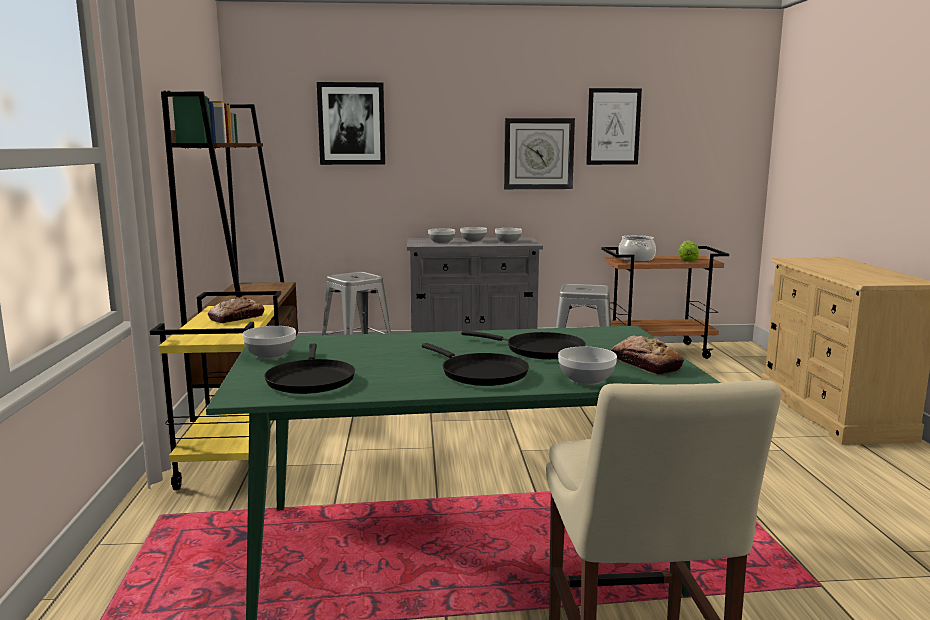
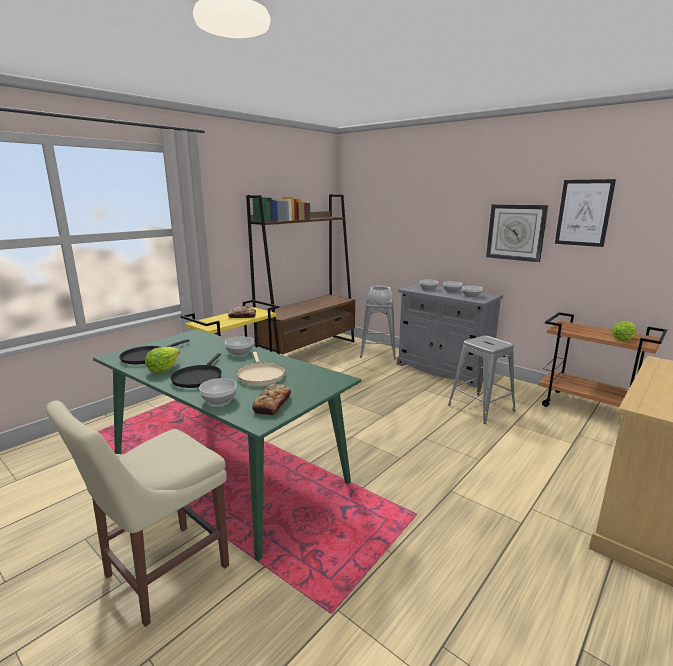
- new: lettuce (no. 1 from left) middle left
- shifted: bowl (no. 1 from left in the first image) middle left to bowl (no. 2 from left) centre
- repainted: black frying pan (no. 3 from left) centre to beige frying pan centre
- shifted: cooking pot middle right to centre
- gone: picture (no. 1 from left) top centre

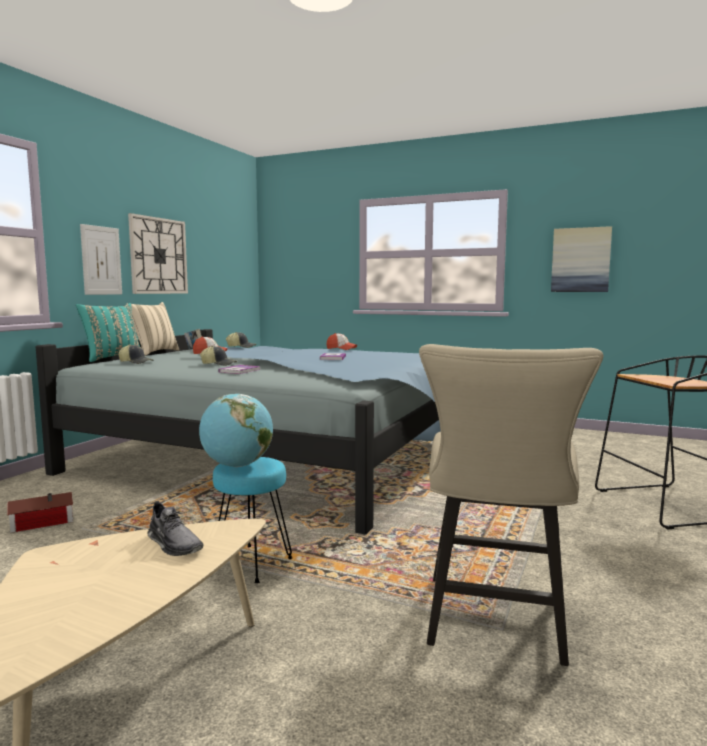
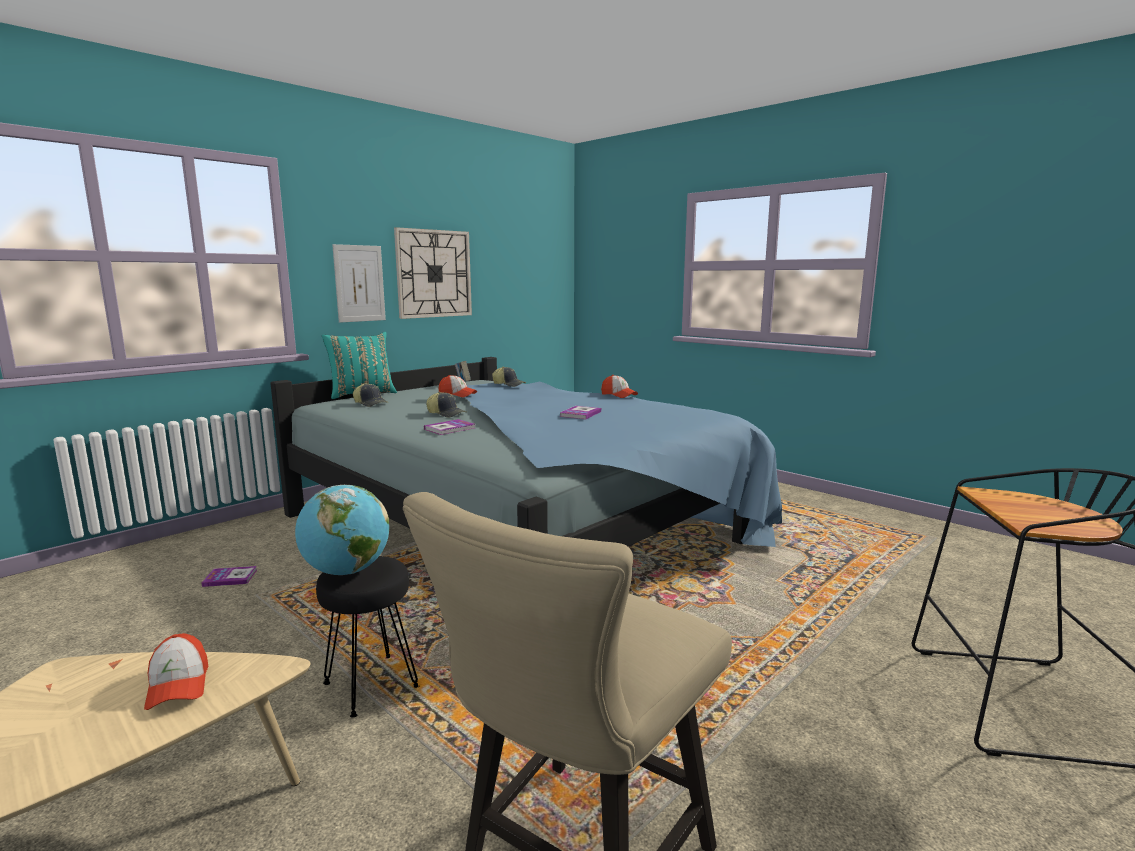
- swapped: grey shoe bottom left to cap (no. 1 from left) bottom left
- swapped: toy house bottom left to book (no. 1 from left) bottom left
- repainted: turquoise stool bottom centre to black stool (no. 1 from left) bottom left
- gone: beige pillow middle left
- gone: picture (no. 2 from left) middle right

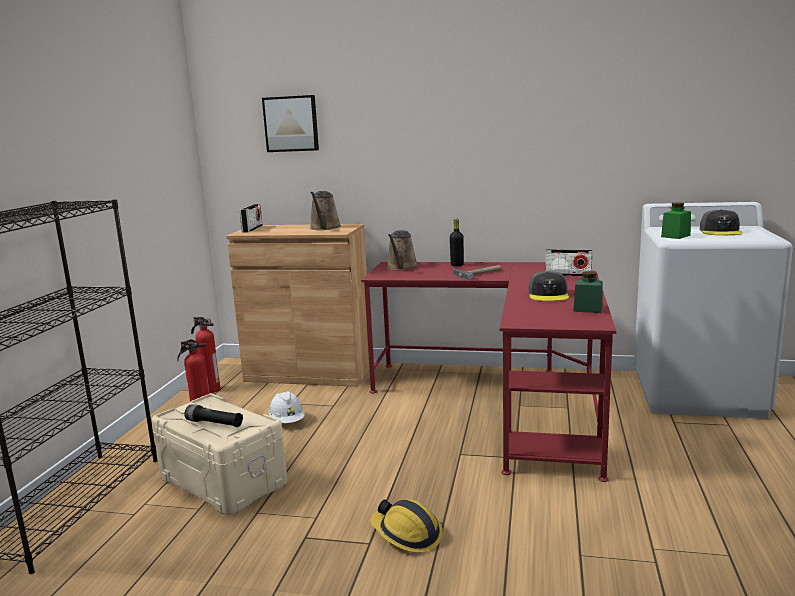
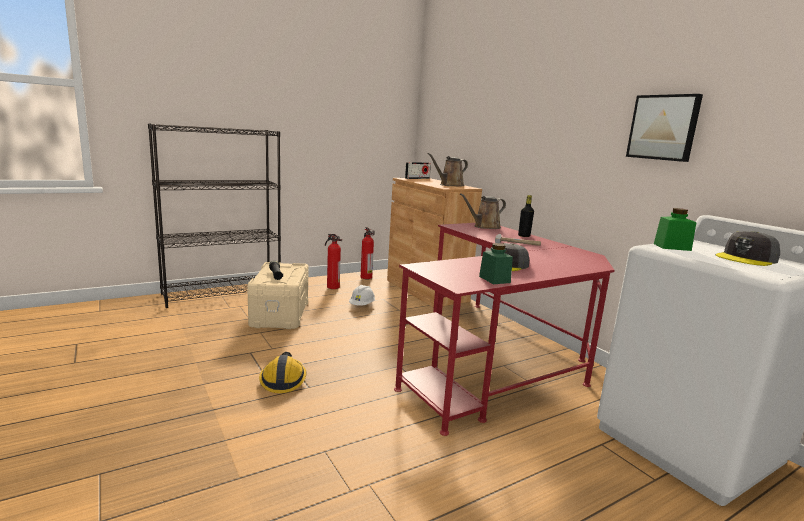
- shifted: picture top centre to top right
- gone: radio (no. 2 from left) middle right

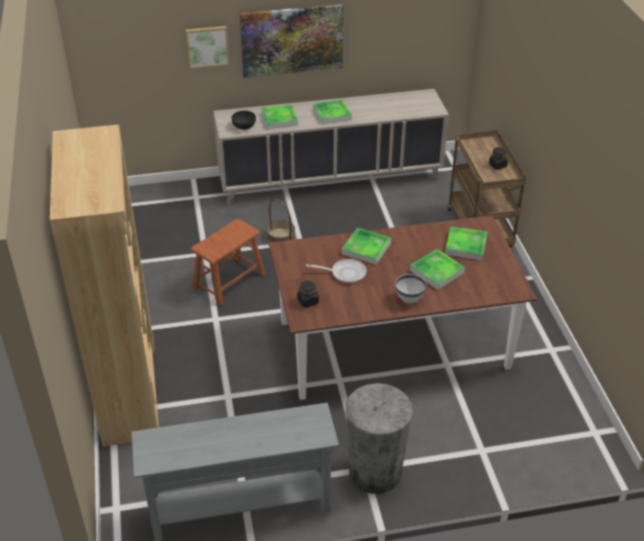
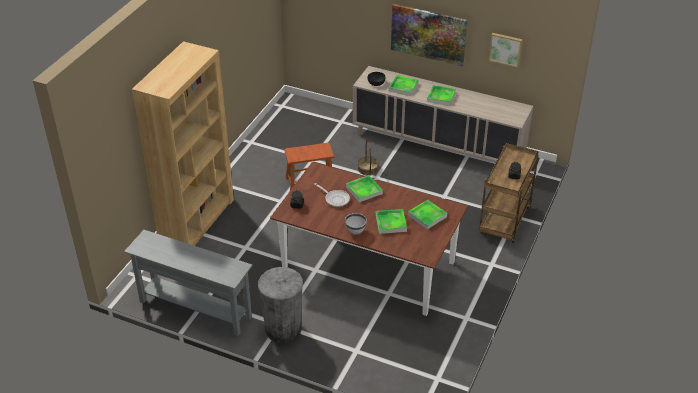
- shifted: picture (no. 1 from left in the first image) top left to picture (no. 2 from left) top right

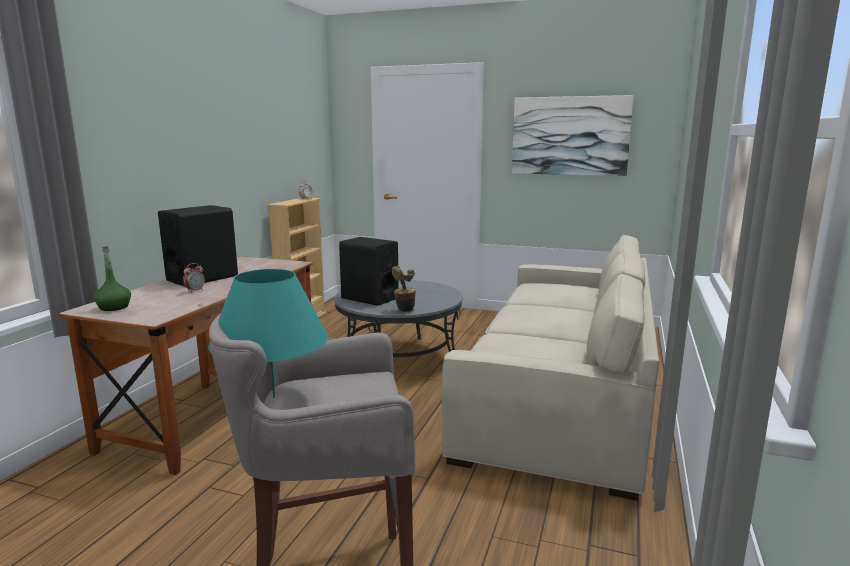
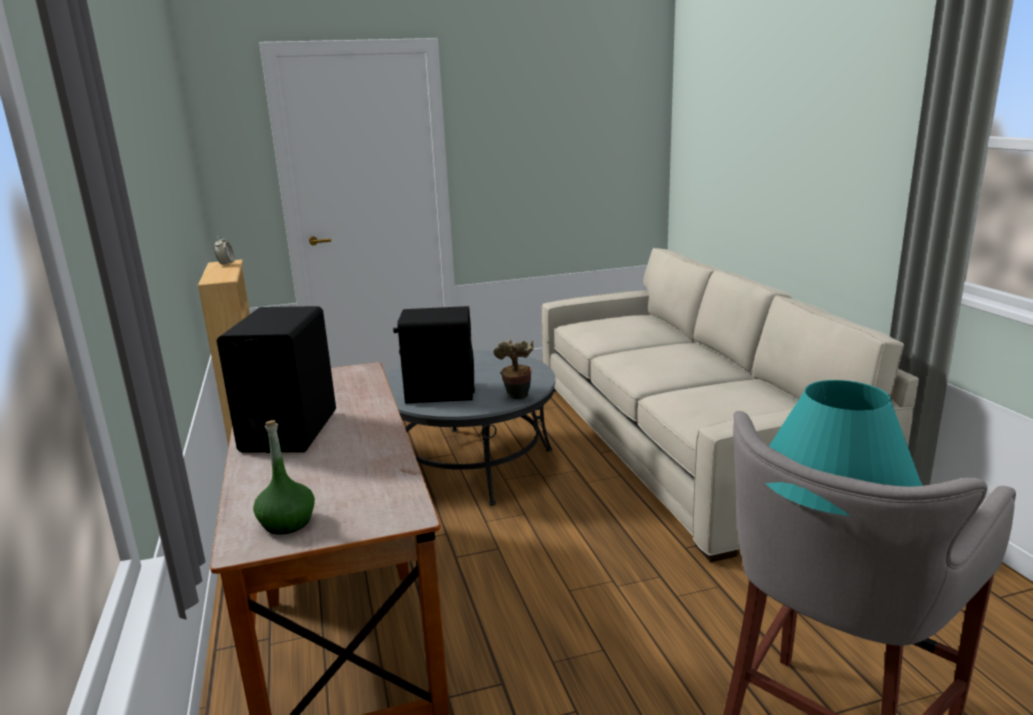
- gone: alarm clock (no. 1 from left) middle left
- gone: picture top right

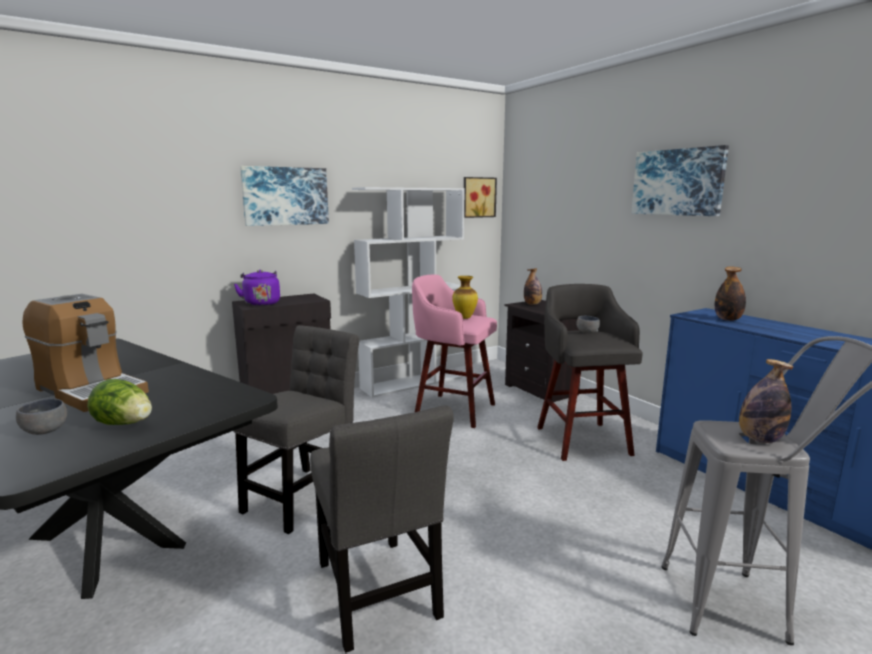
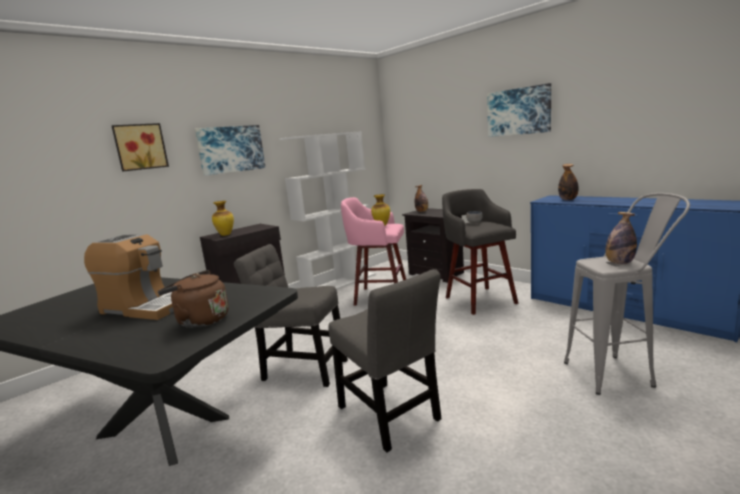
- shifted: picture (no. 2 from left in the first image) top centre to picture (no. 1 from left) top left
- swapped: lettuce middle left to brown kettle middle left
- swapped: purple kettle middle left to vase (no. 1 from left) middle left
- rotated: grey chair (no. 1 from left) centre = centre 90 degrees counterclockwise
- gone: grey bowl (no. 1 from left) middle left

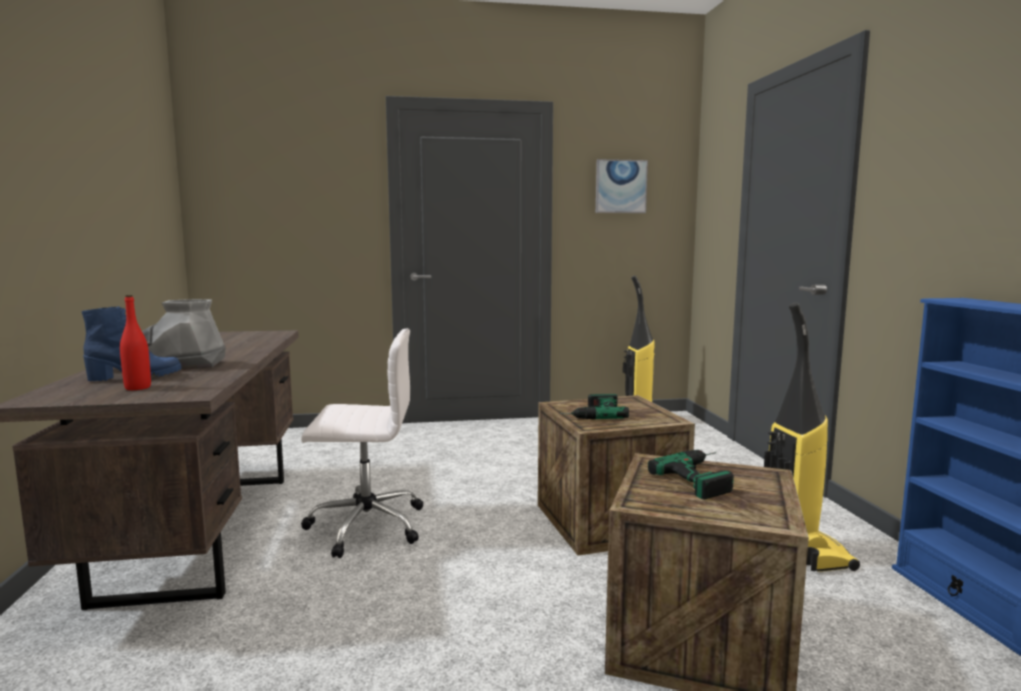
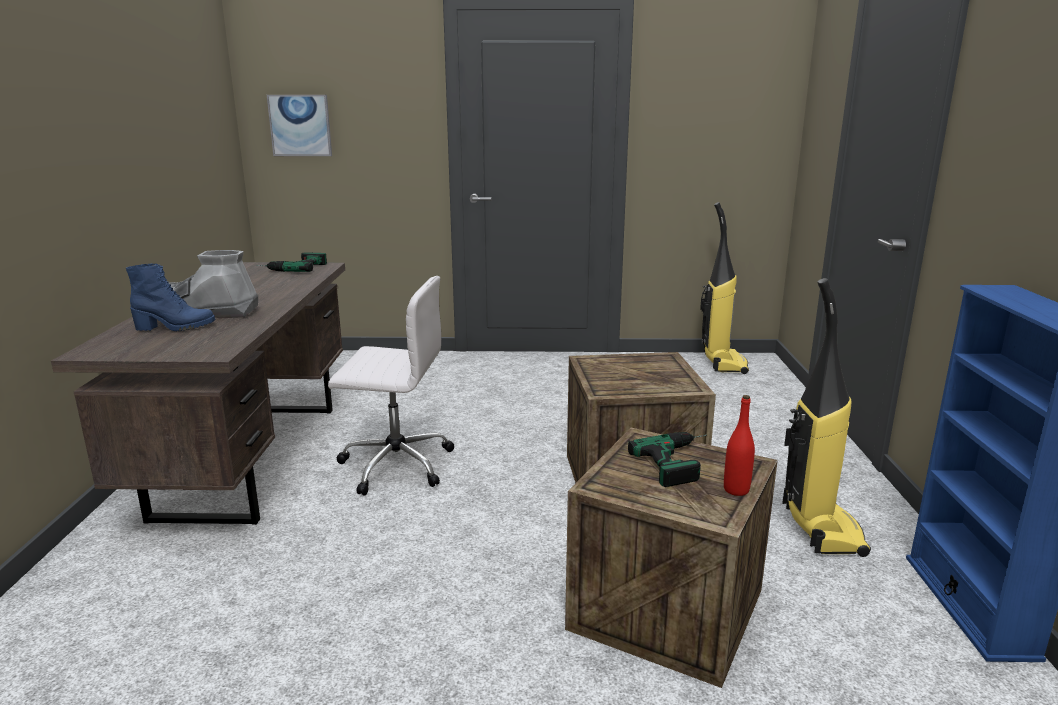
- shifted: power drill (no. 1 from left) centre to middle left
- shifted: picture top centre to top left
- shifted: red bottle middle left to middle right

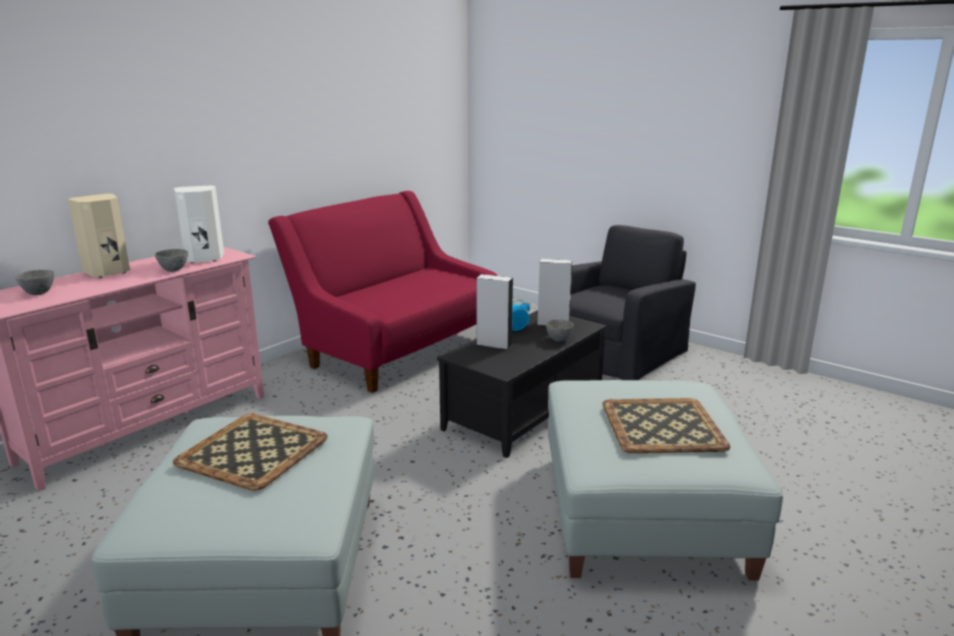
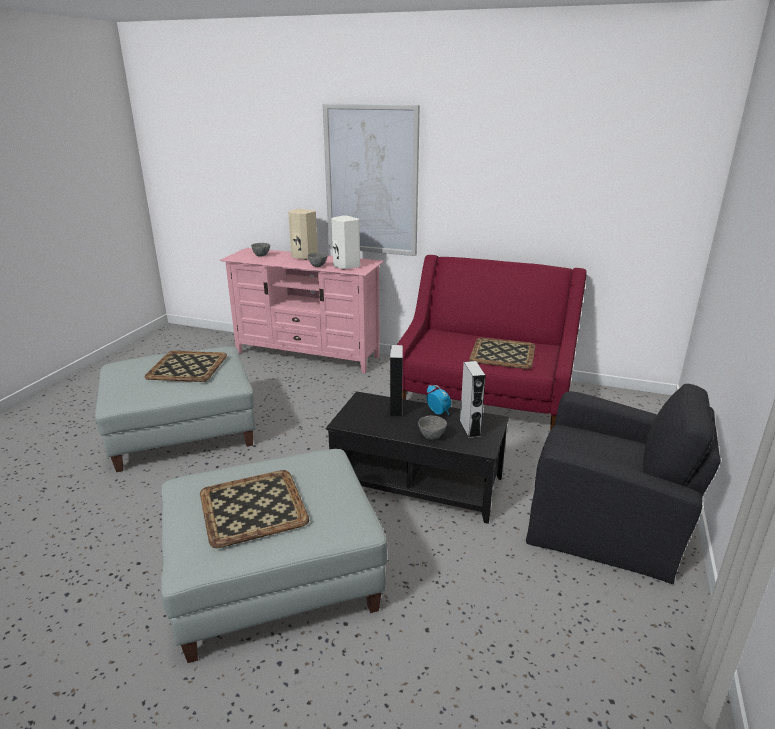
- new: picture top centre
- new: tray (no. 3 from left) centre

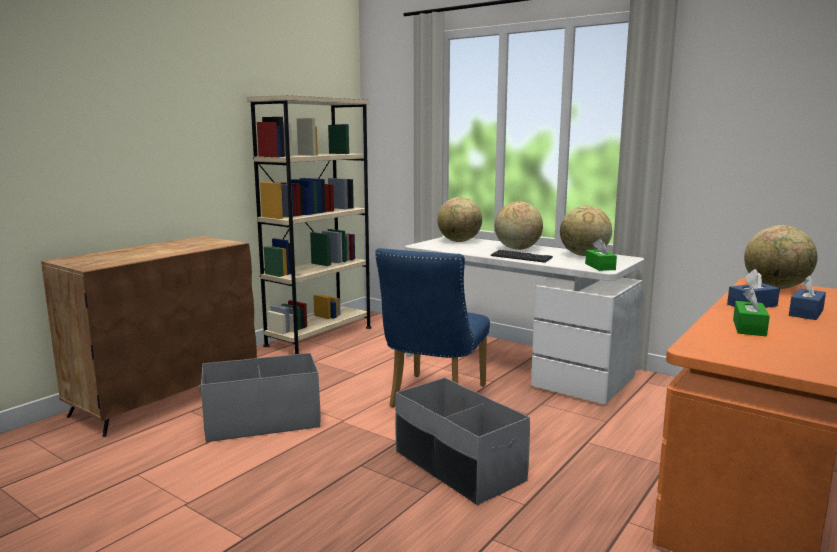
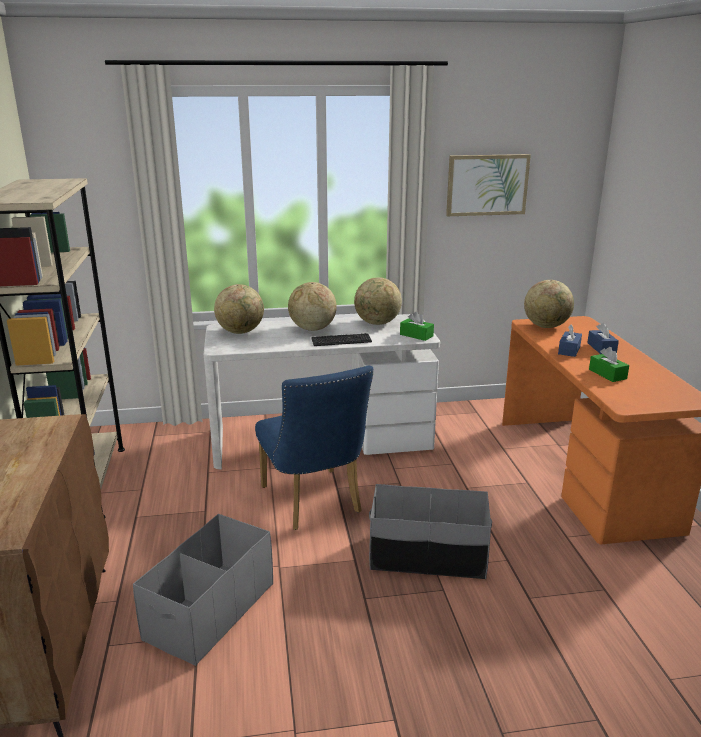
- new: picture top right

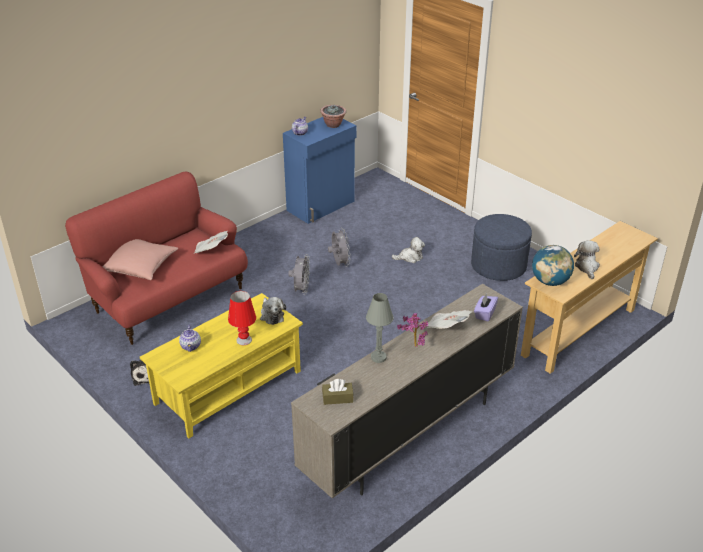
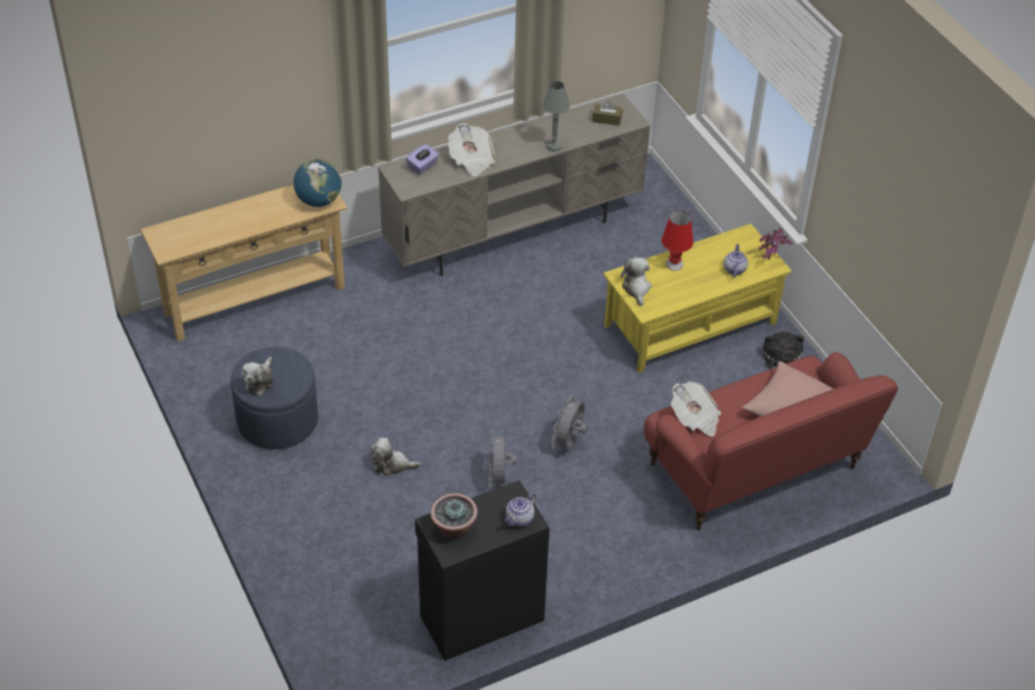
- shifted: plush toy (no. 4 from left in the first image) middle right to plush toy (no. 1 from left) middle left
- repainted: blue cabinet top centre to black cabinet bottom centre
- shifted: potted plant (no. 2 from left) centre to middle right

